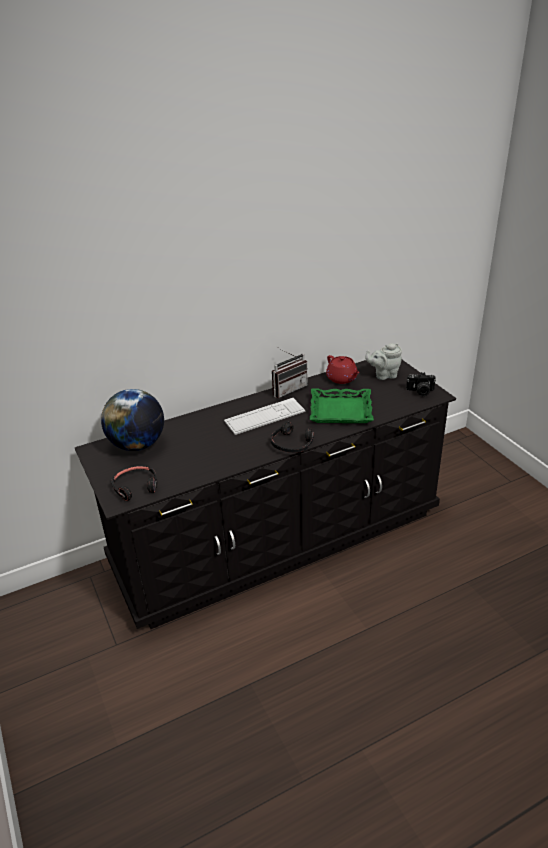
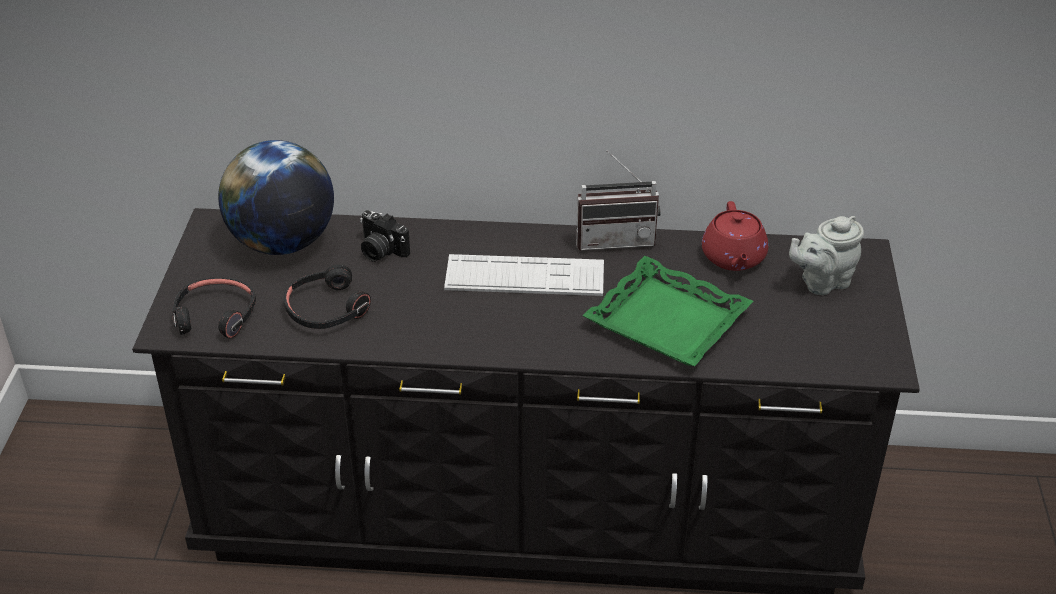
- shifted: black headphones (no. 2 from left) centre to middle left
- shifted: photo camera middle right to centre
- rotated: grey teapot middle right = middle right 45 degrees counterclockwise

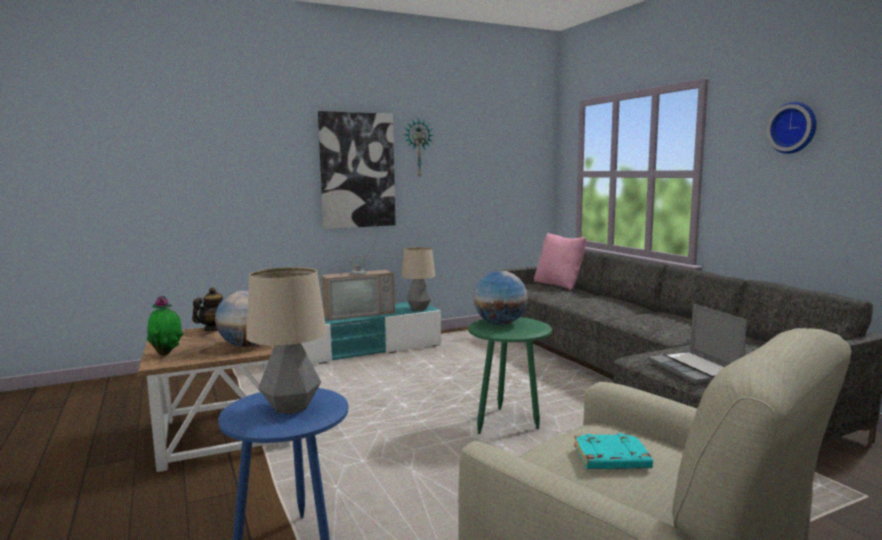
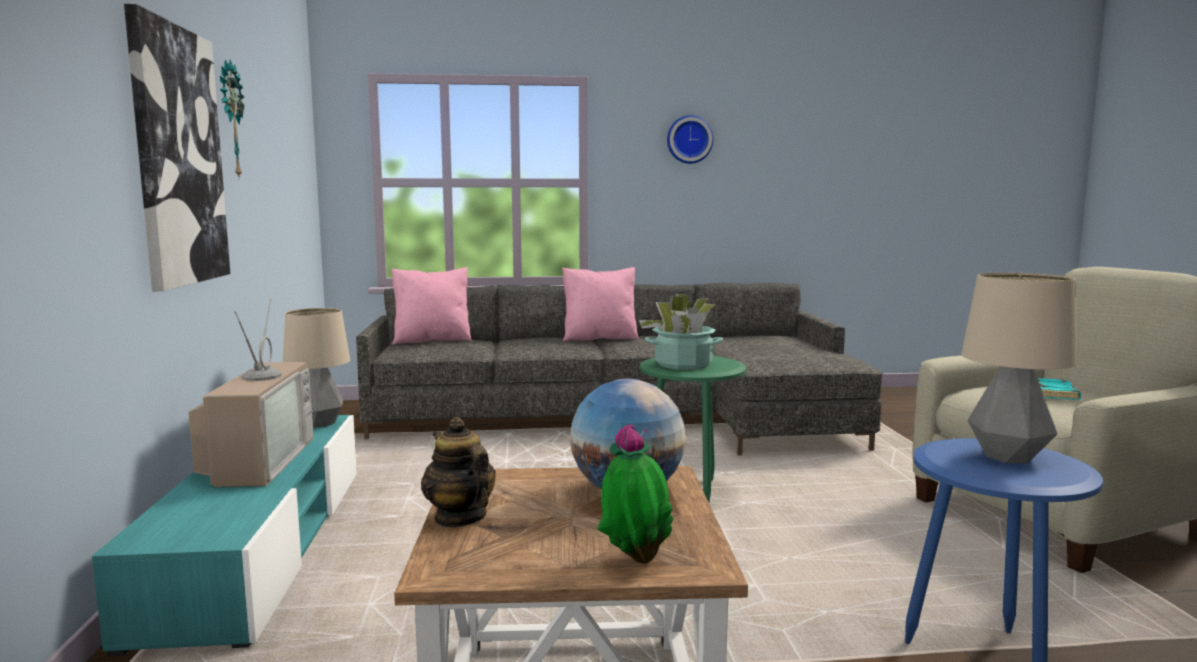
- new: pink pillow (no. 2 from left) centre
- swapped: globe (no. 2 from left) centre to potted plant (no. 2 from left) centre
- gone: laptop middle right

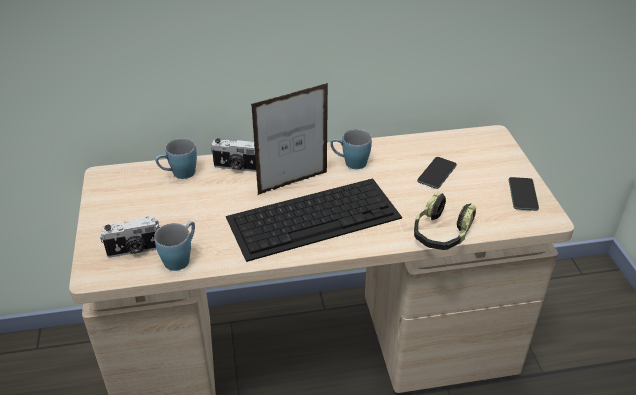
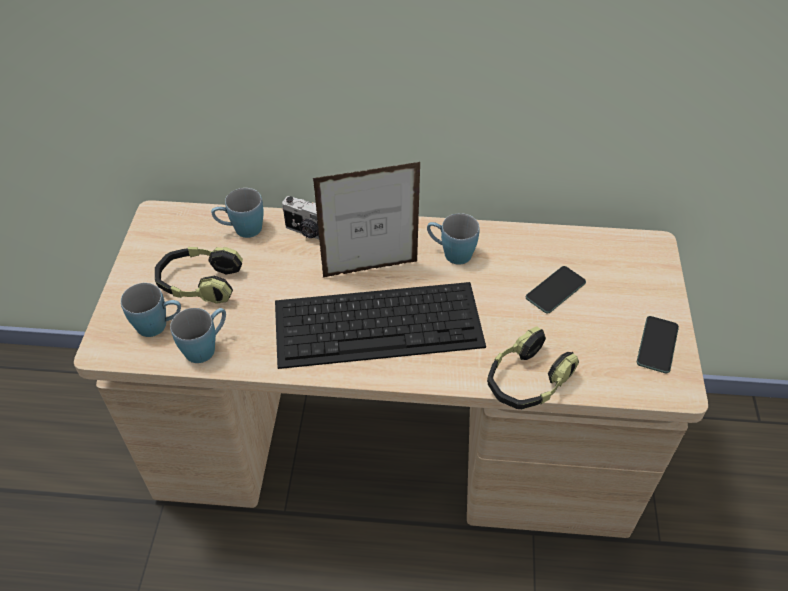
- swapped: photo camera (no. 1 from left) middle left to blue mug (no. 1 from left) middle left
- new: headphones (no. 1 from left) middle left

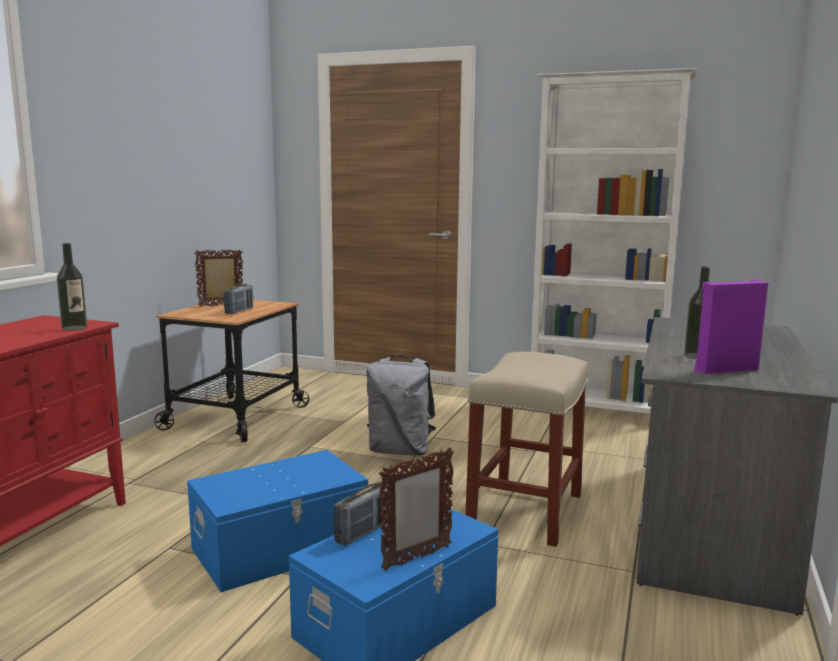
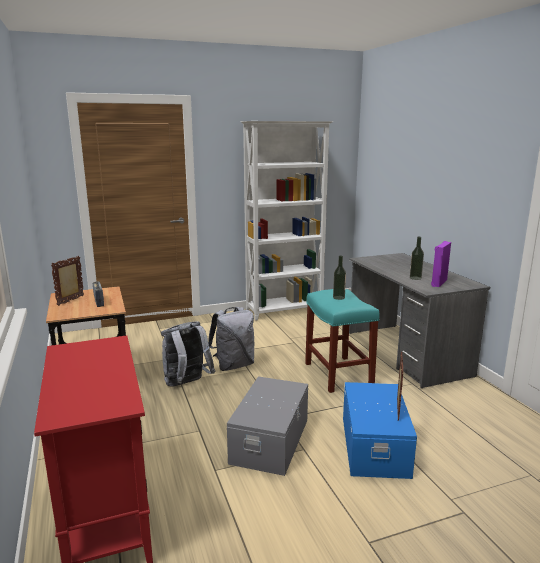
- new: grey backpack (no. 1 from left) centre
- repainted: blue storage box (no. 1 from left) bottom left to grey storage box bottom centre
- repainted: beige stool bottom centre to turquoise stool centre
- shifted: bottle (no. 1 from left) middle left to centre
- gone: radio (no. 2 from left) bottom centre

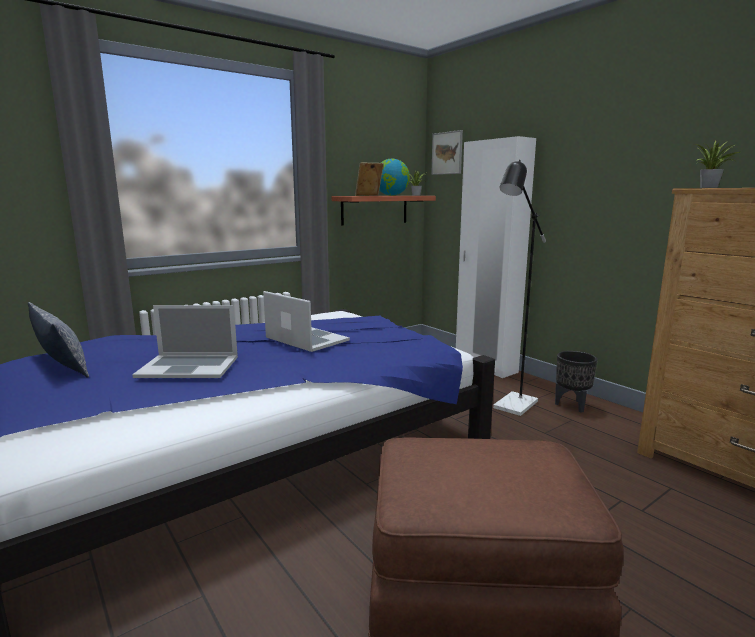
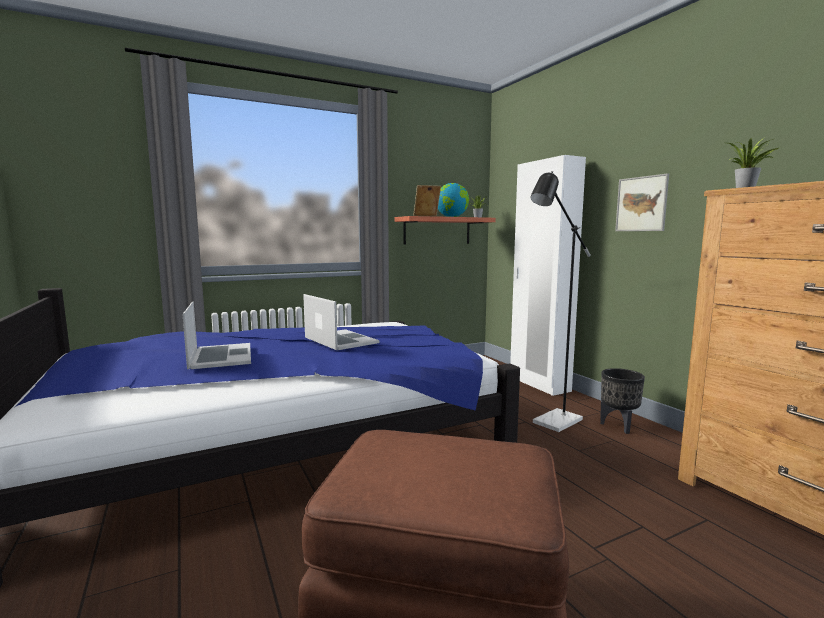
- rotated: laptop (no. 1 from left) middle left = middle left 120 degrees counterclockwise
- shifted: picture top centre to top right
- gone: pillow middle left

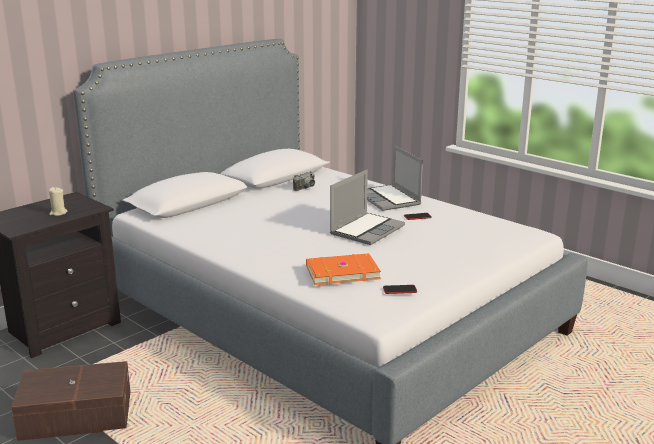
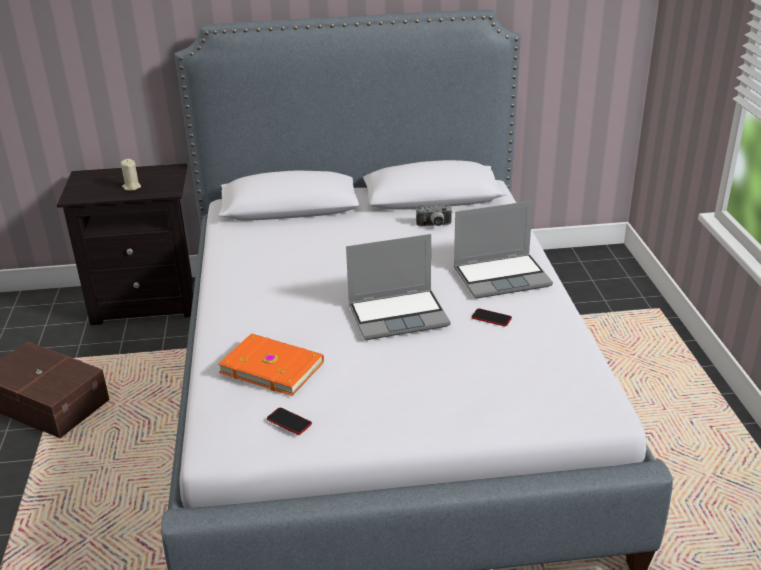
- rotated: laptop (no. 2 from left) centre = centre 120 degrees counterclockwise

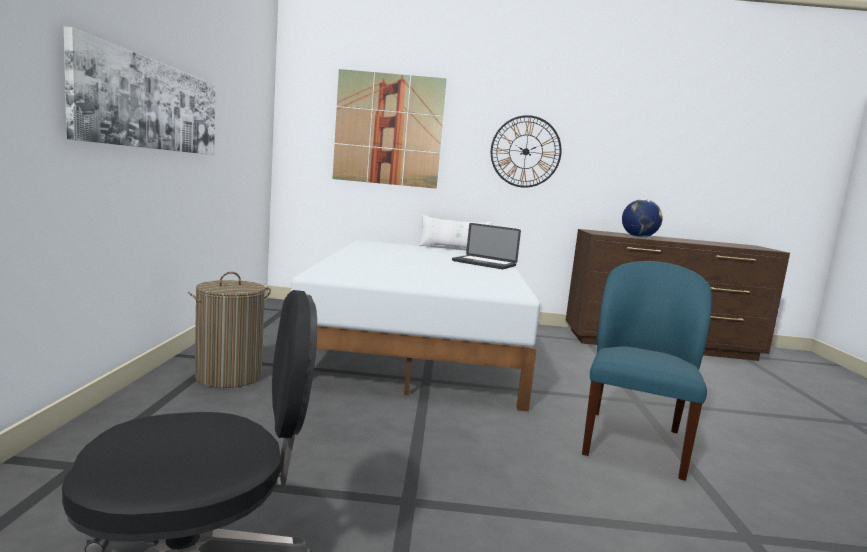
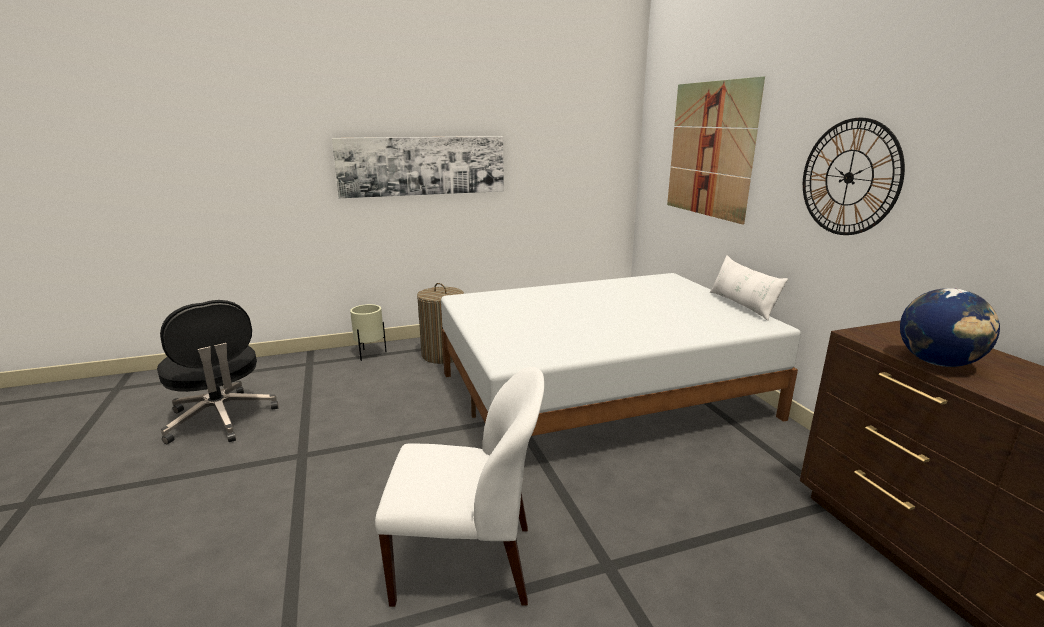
- new: beige planter centre
- repainted: blue chair bottom right to white chair bottom centre
- gone: laptop centre

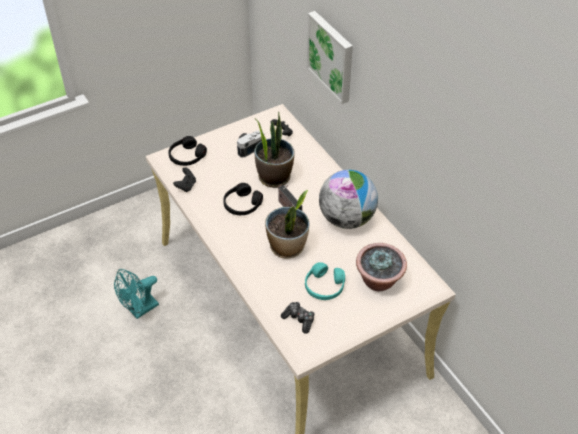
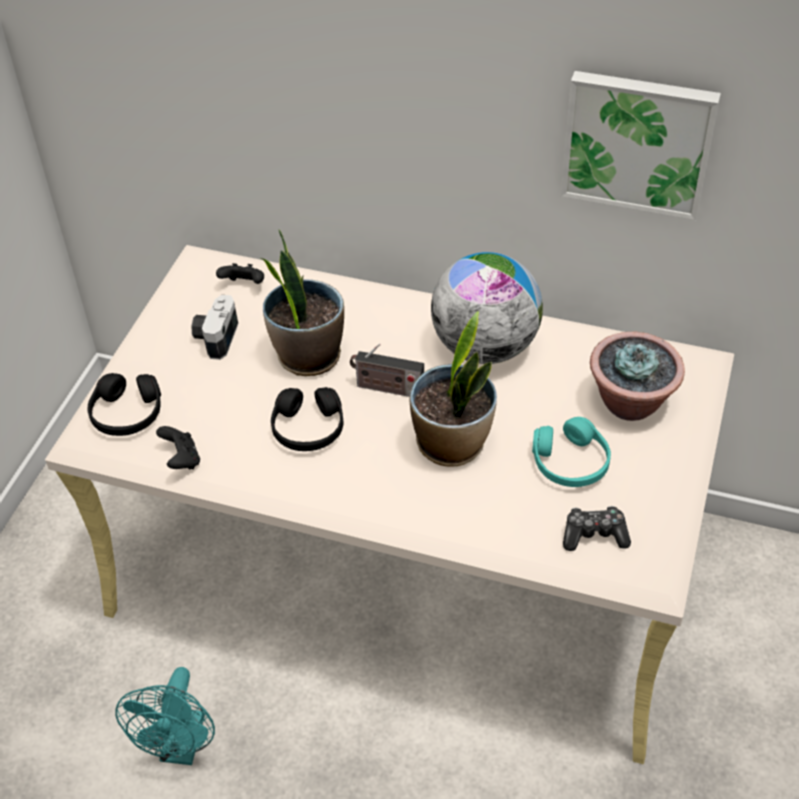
- shifted: picture top centre to top right

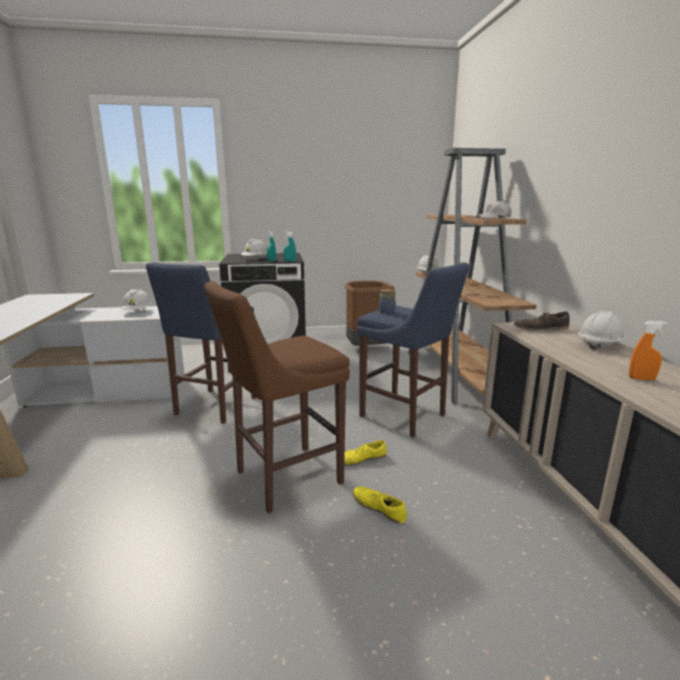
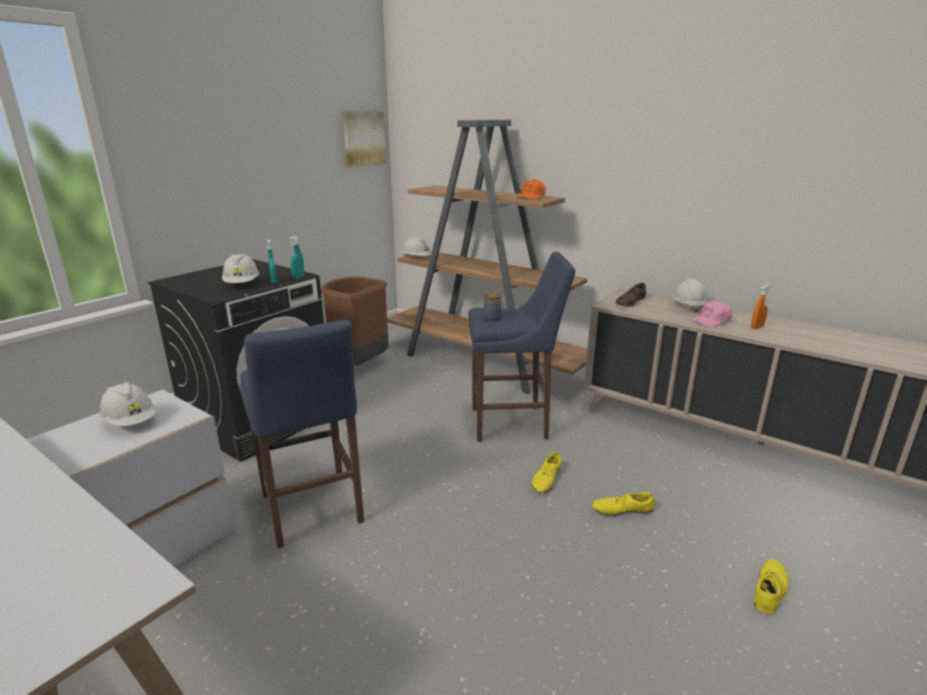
- new: picture top centre
- repainted: white cap top right to orange cap top centre
- new: pink cap middle right
- new: yellow shoe (no. 3 from left) bottom right
- gone: brown stool centre

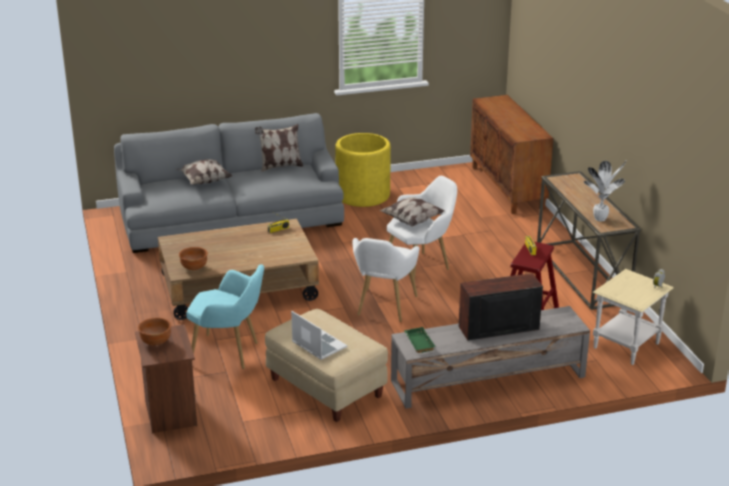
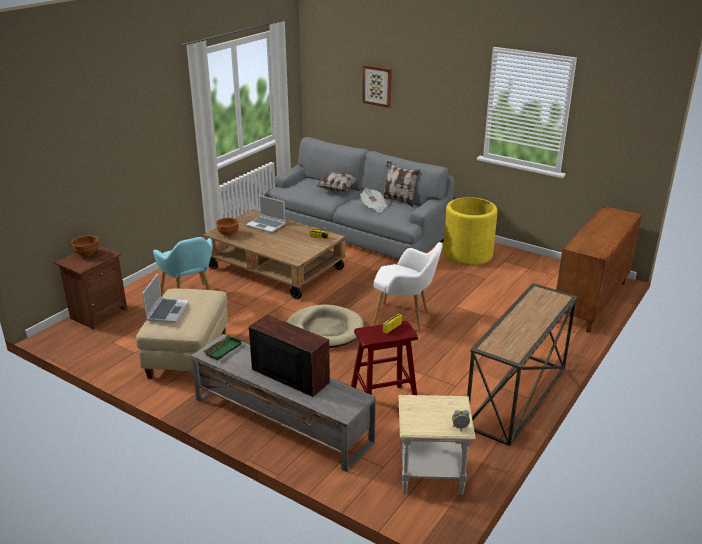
- new: laptop (no. 2 from left) centre
- swapped: white armchair (no. 1 from left) centre to beige dog bed centre
- new: newspaper centre
- new: picture top centre
- gone: pillow (no. 3 from left) centre
- gone: potted plant middle right

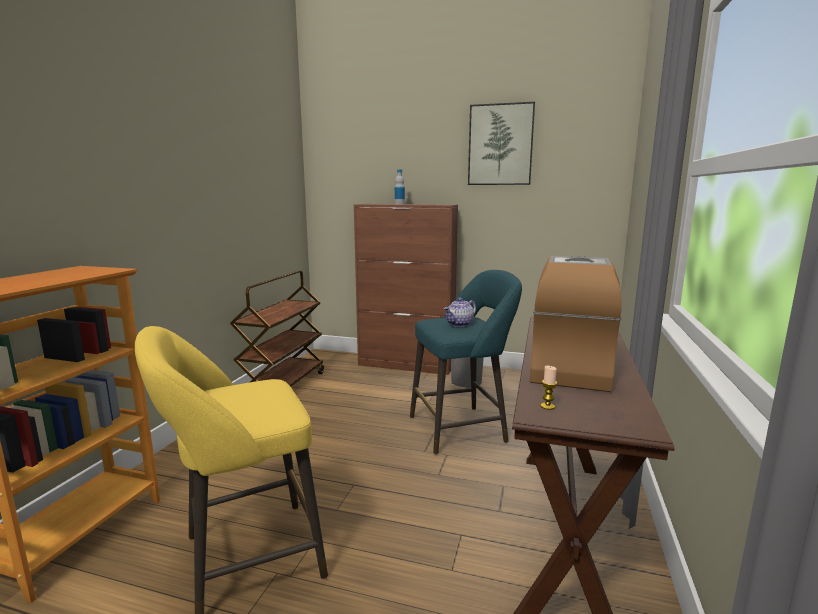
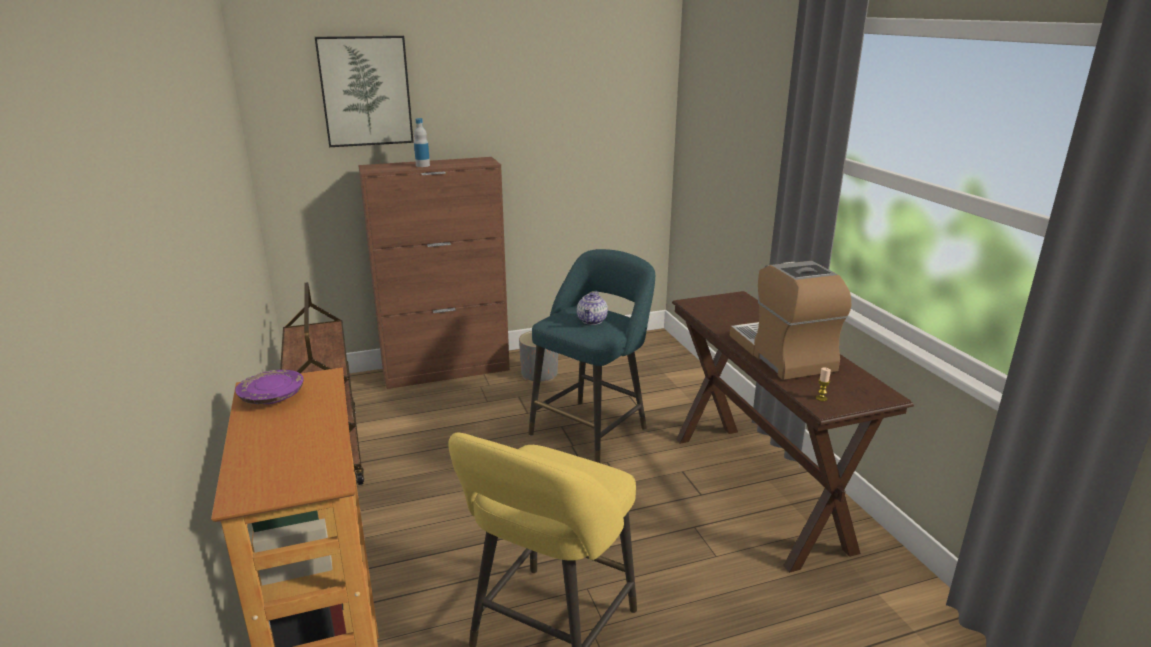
- new: purple plate middle left
- shifted: picture top centre to top left

